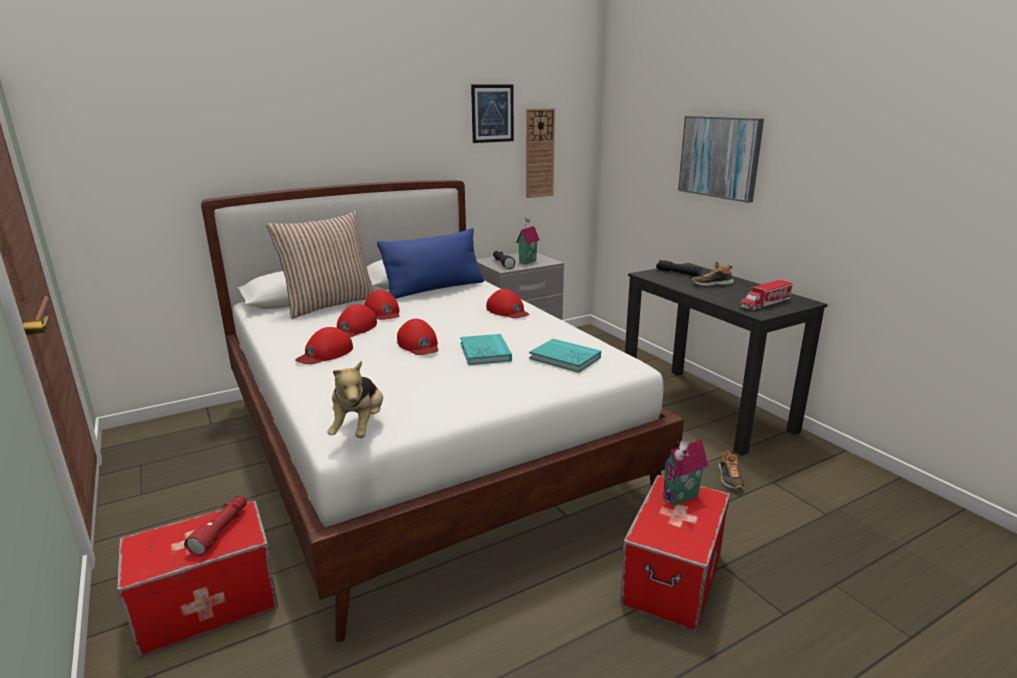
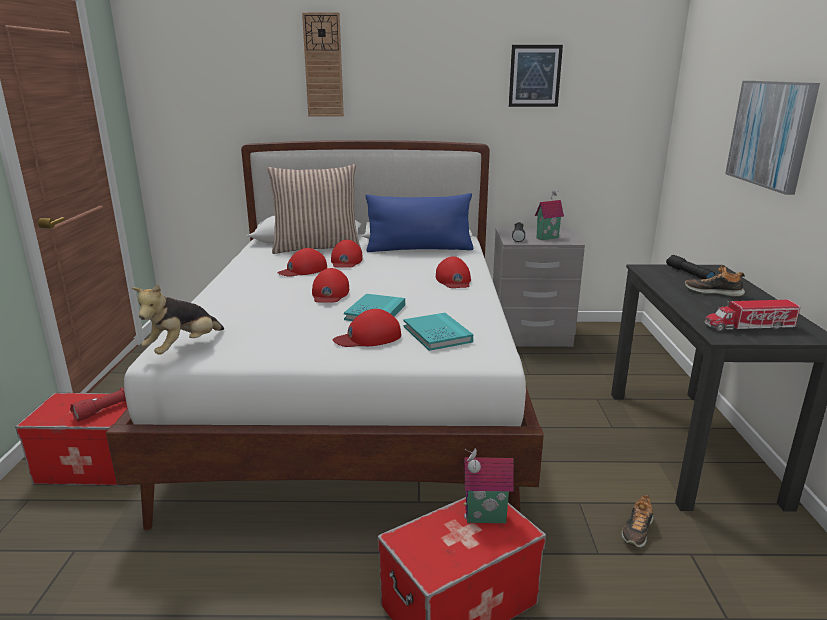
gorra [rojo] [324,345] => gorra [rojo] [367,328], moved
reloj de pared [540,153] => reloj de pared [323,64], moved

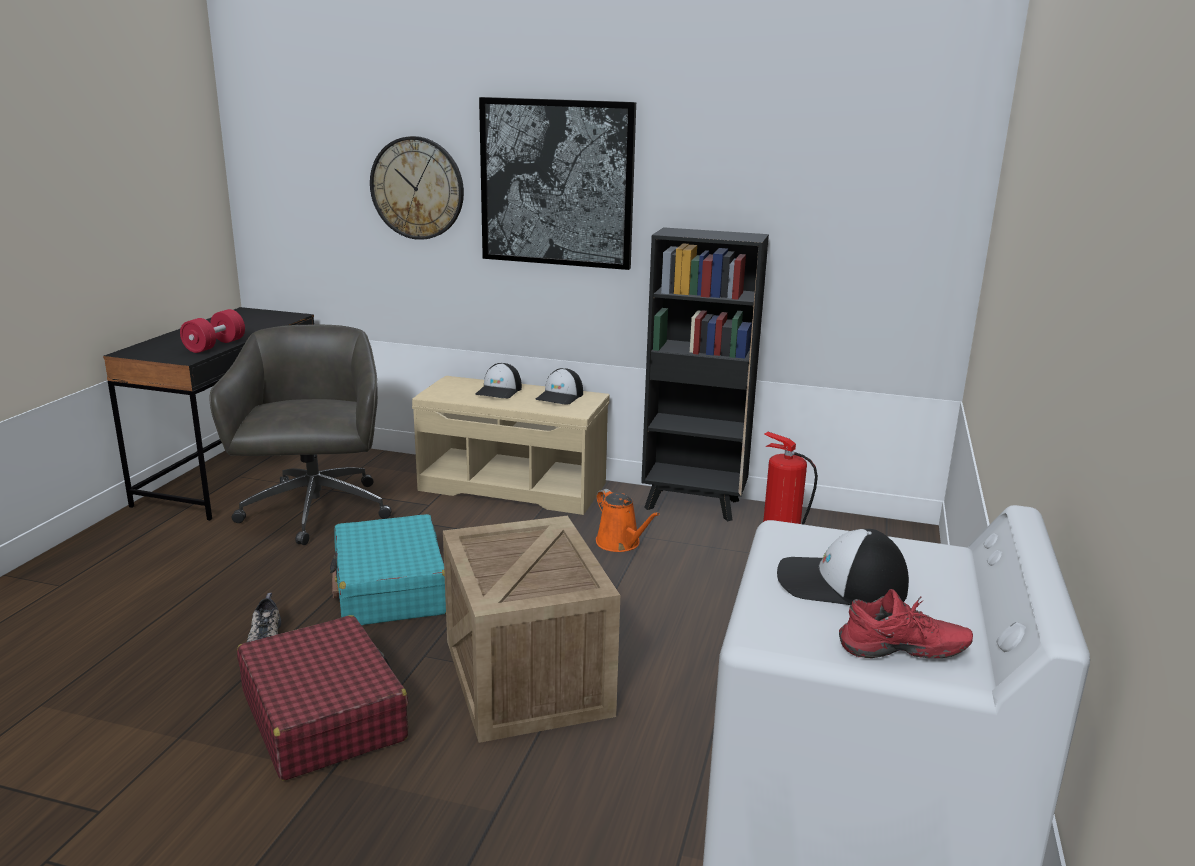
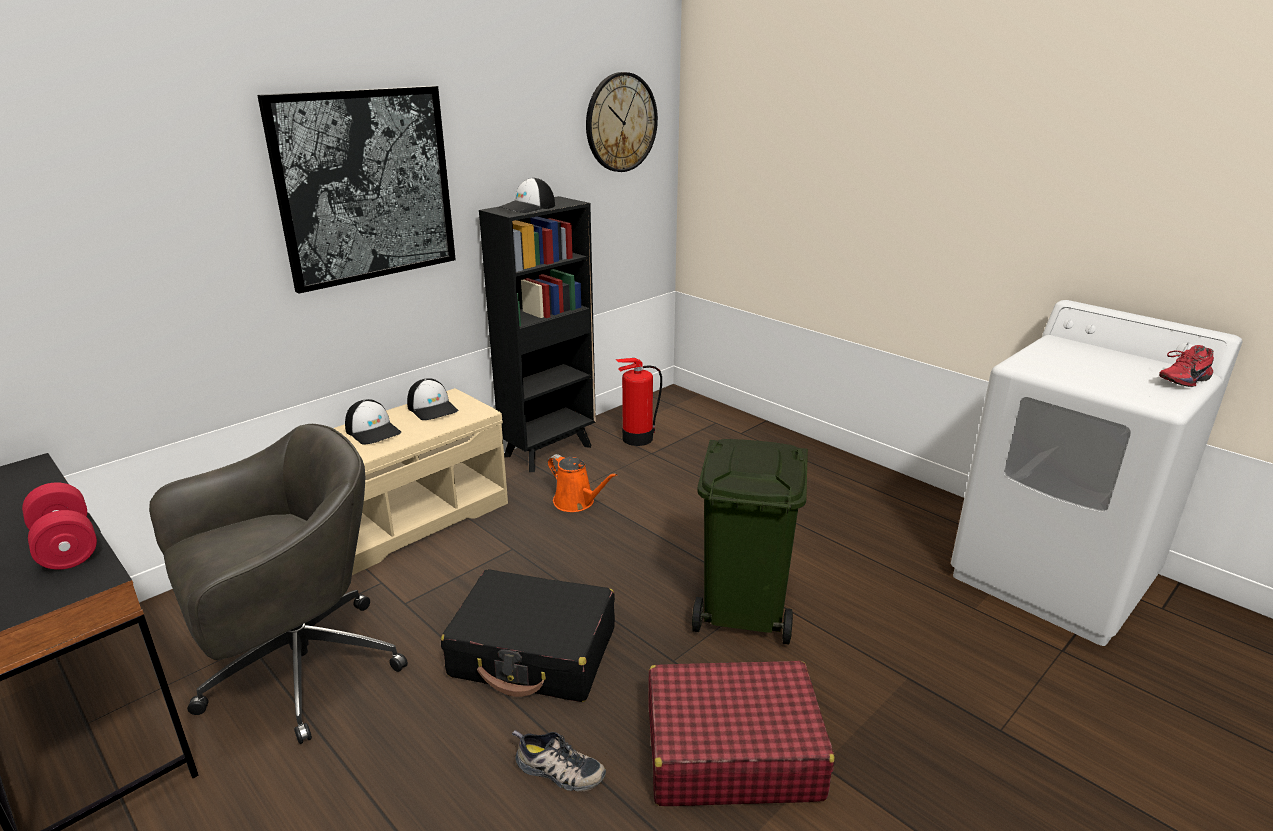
reloj de pared [417,188] => reloj de pared [622,122], moved
gorra [843,567] => gorra [527,195], moved
caja de embalaje [531,629] => papelera [verde] [750,541]
maleta [turquesa] [388,569] => maleta [negro] [528,635]
silla de oficina [gris] [300,435] => silla de oficina [gris] [278,584], 120 degrees clockwise
regadera [naranja] [628,520] => regadera [naranja] [582,483], 45 degrees clockwise
zapato [rojo] [906,623] => zapato [rojo] [1186,366], 150 degrees counterclockwise

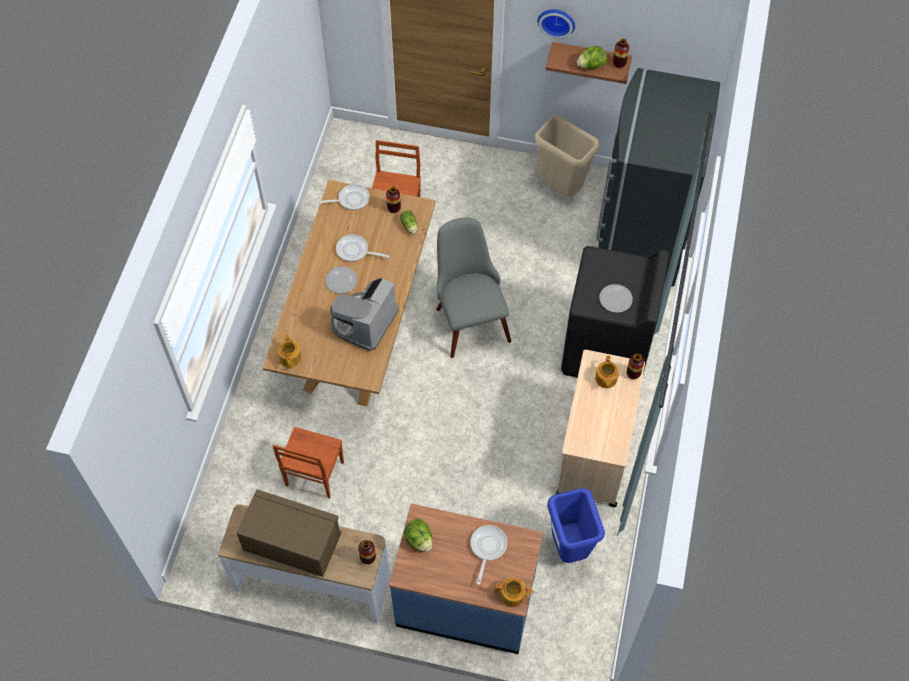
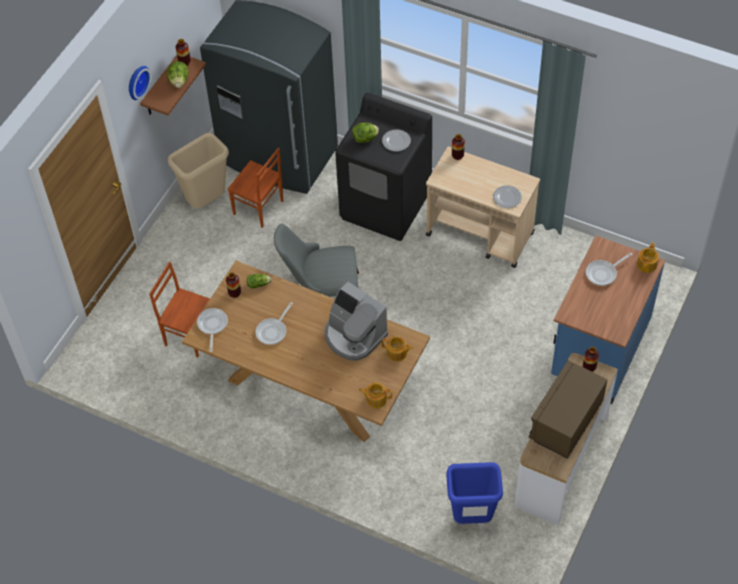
silla [marrón] [308,463] => silla [marrón] [255,187], moved
plato [341,280] => plato [507,196], moved
lechuga [418,535] => lechuga [365,133], moved
papelera [azul] [576,525] => papelera [azul] [474,493], moved
tetera [607,371] => tetera [397,349], moved
sartén [489,555] => sartén [609,269], 60 degrees counterclockwise

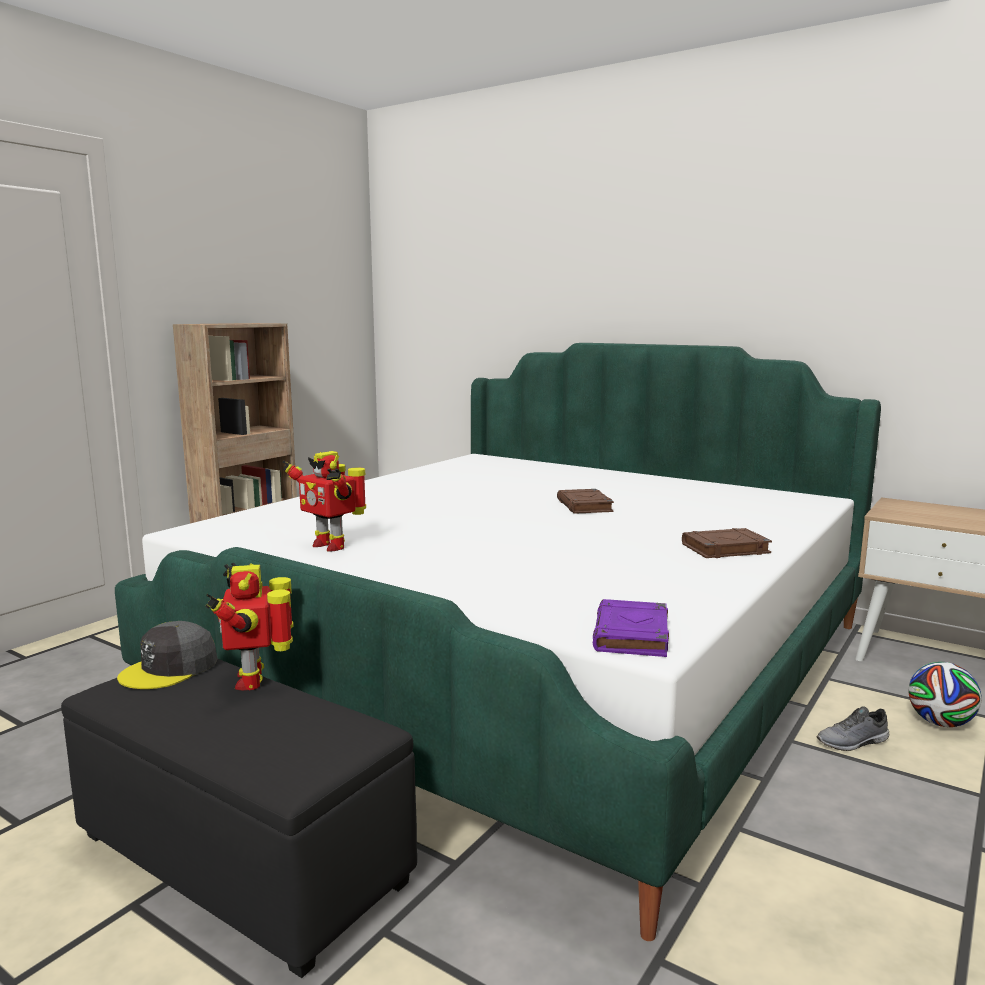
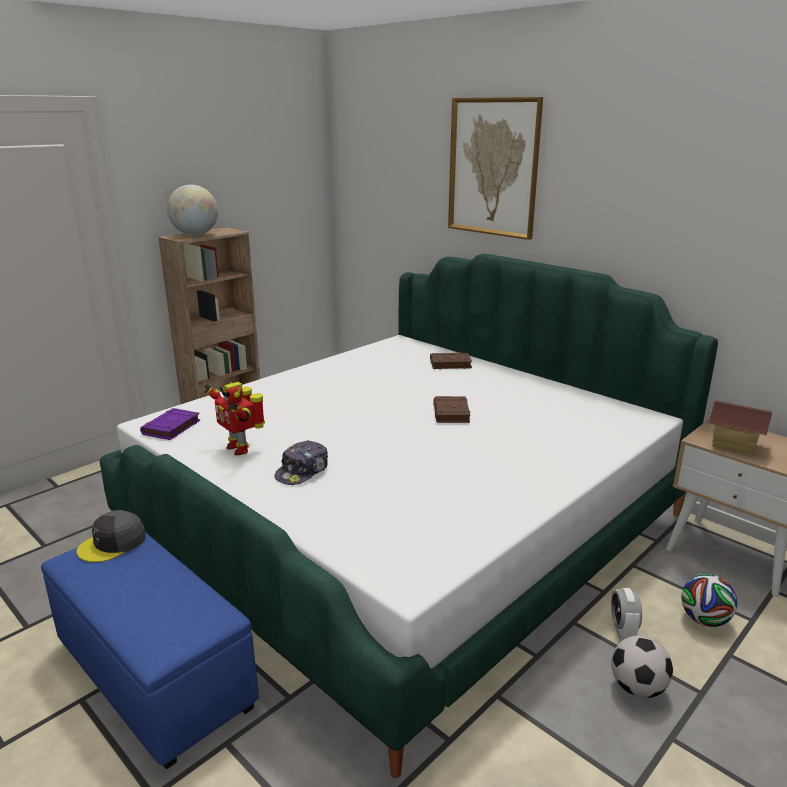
robot de juguete [250,627] => nothing
nothing => globo terráqueo [192,210]
nothing => gorra [301,462]
nothing => cuadro [495,168]
nothing => balón de fútbol [642,667]
nothing => casita [740,428]
libro [morado] [631,628] => libro [morado] [170,424], moved
libro [marrón] [727,543] => libro [marrón] [451,360], moved
zapato [gris] [852,728] => despertador [626,614]
puf [negro] [239,818] => puf [azul] [150,651]

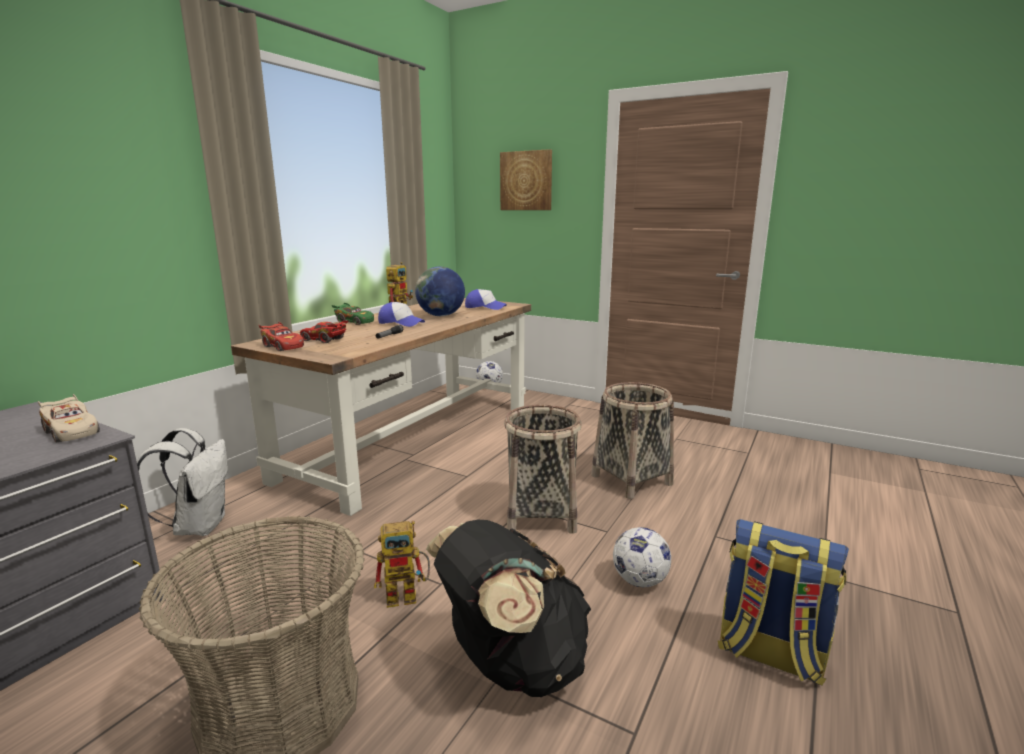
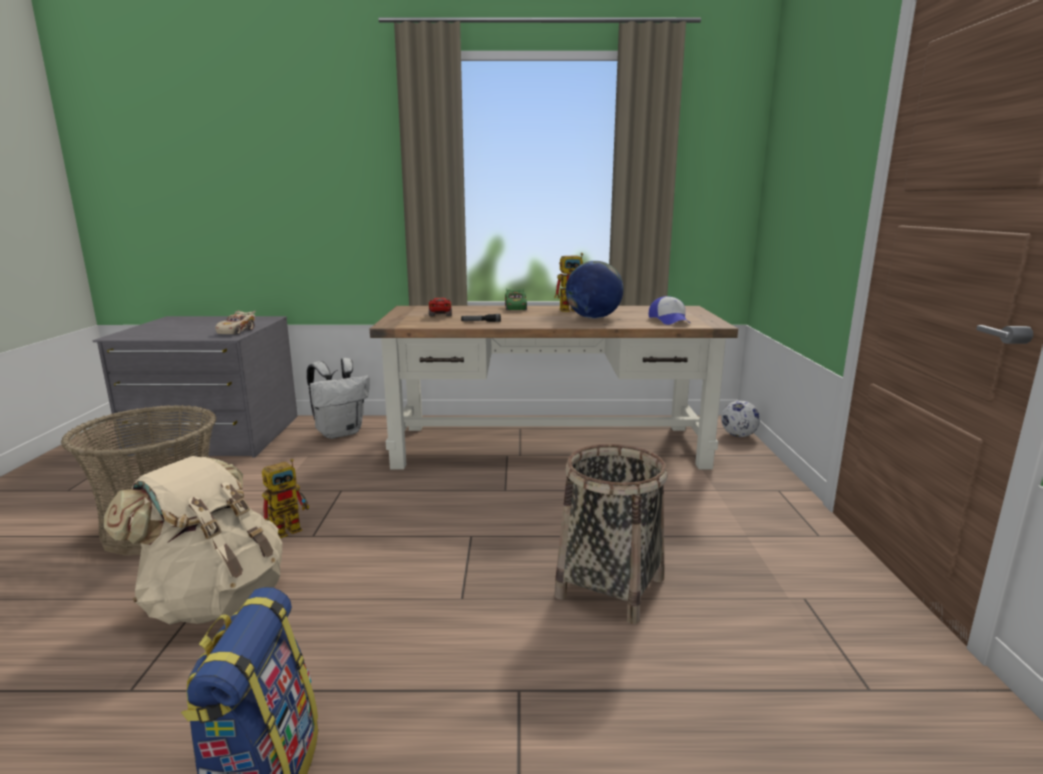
coche de juguete [rojo] [281,336] => nothing
gorra [401,314] => nothing
cuadro [526,179] => nothing
cesta [542,469] => nothing
balón de fútbol [642,557] => nothing
mochila [negro] [508,608] => mochila [beis] [192,540]
robot de juguete [402,564] => robot de juguete [285,498], 90 degrees counterclockwise

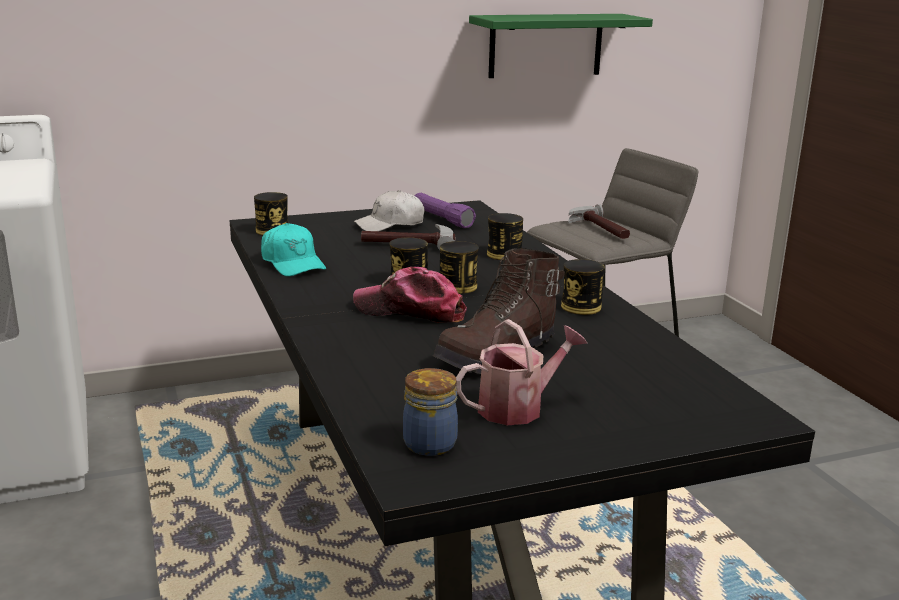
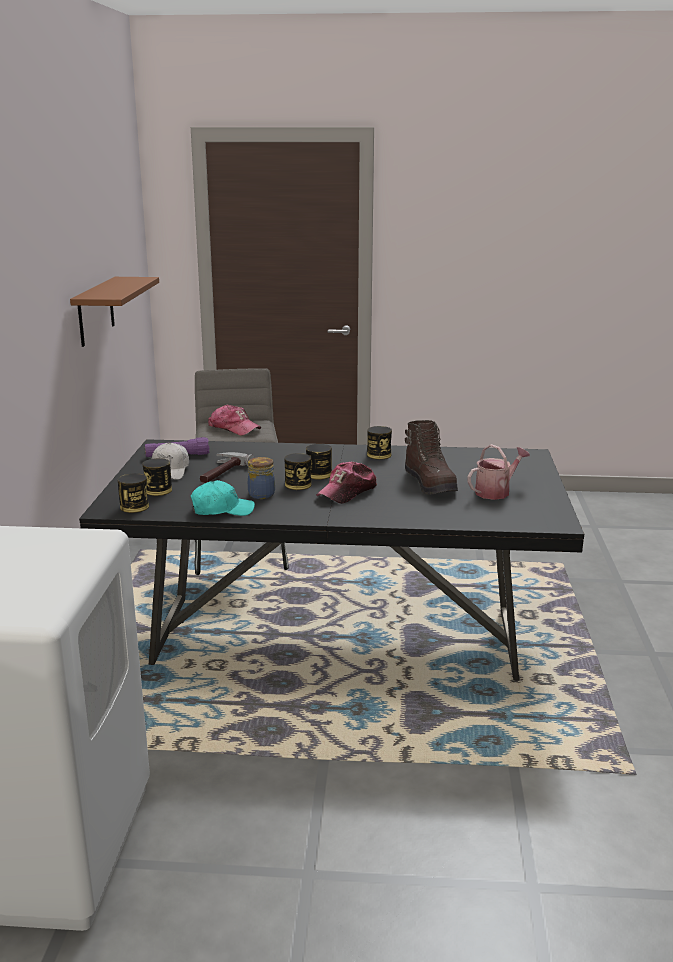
tarro [430,412] => tarro [261,478], moved
lata [505,236] => lata [157,477], moved
martillo [599,221] => gorra [234,420]
estante [verde] [561,46] => estante [marrón] [114,312]
regadera [522,372] => regadera [499,472], 60 degrees clockwise

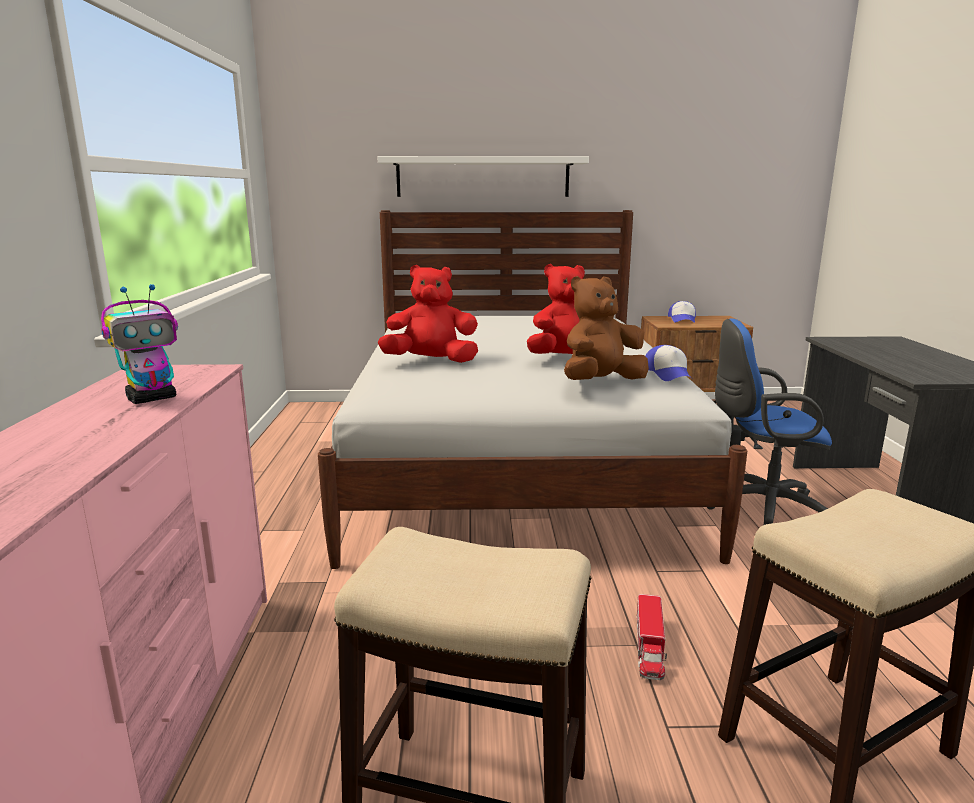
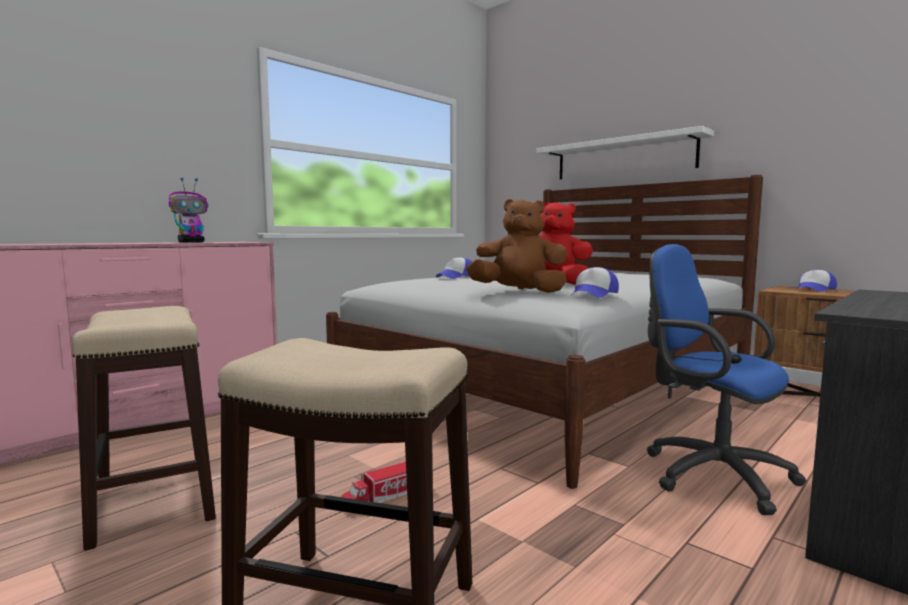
peluche [rojo] [428,314] => gorra [454,268]
robot de juguete [139,344] => robot de juguete [188,210], 45 degrees counterclockwise

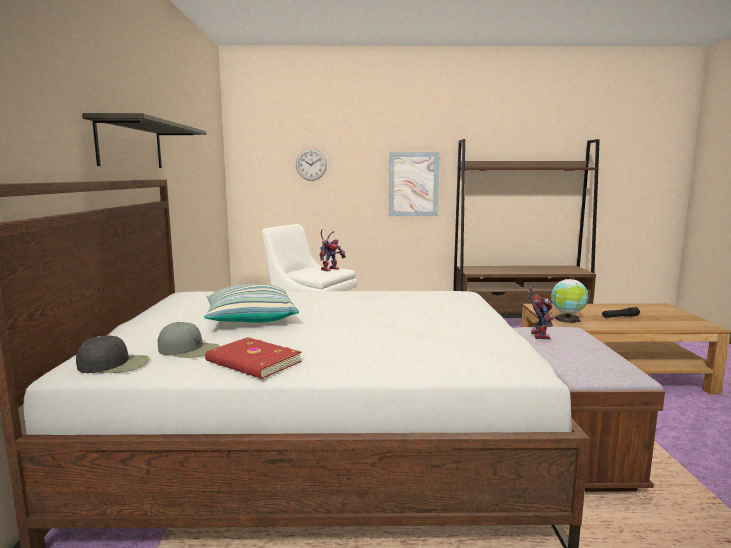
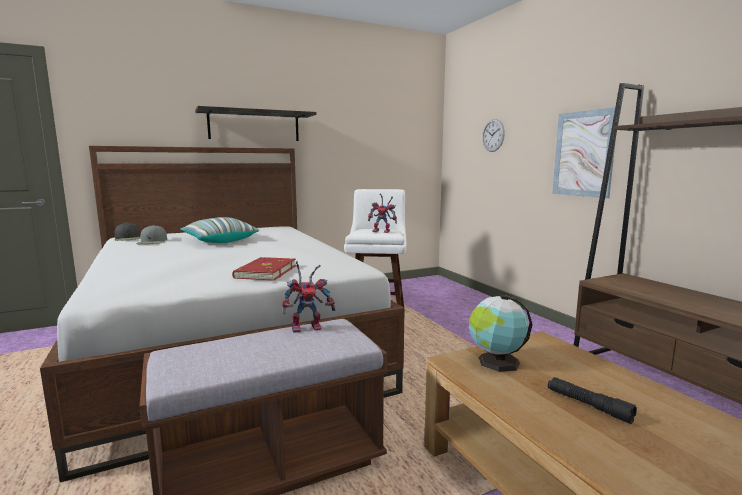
libro [rojo] [253,358] => libro [rojo] [264,269], moved

